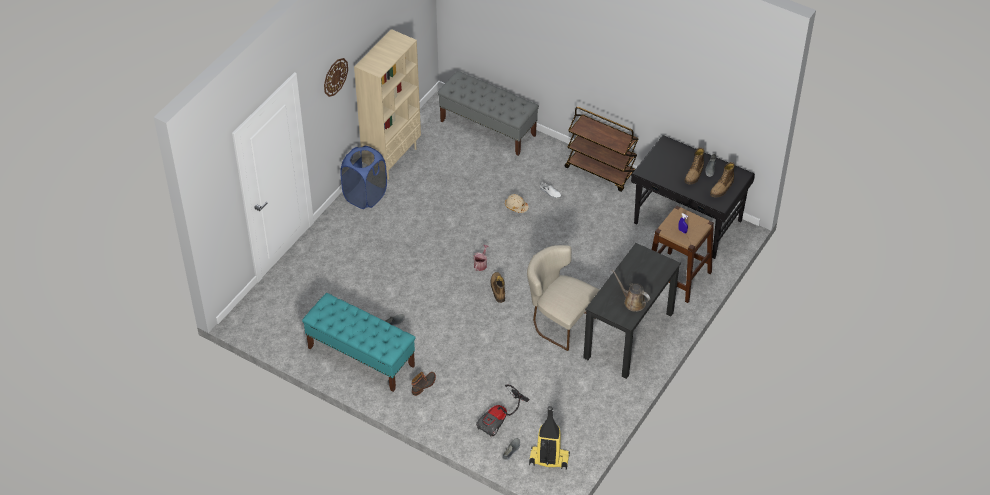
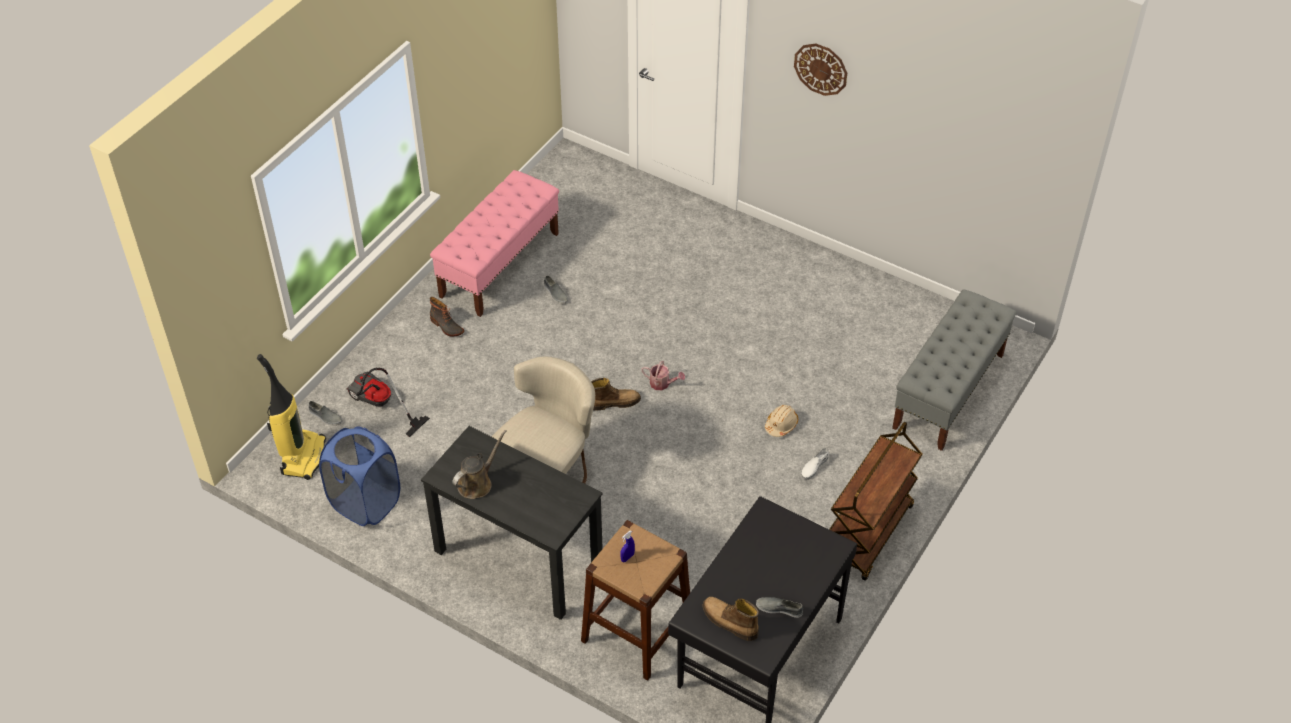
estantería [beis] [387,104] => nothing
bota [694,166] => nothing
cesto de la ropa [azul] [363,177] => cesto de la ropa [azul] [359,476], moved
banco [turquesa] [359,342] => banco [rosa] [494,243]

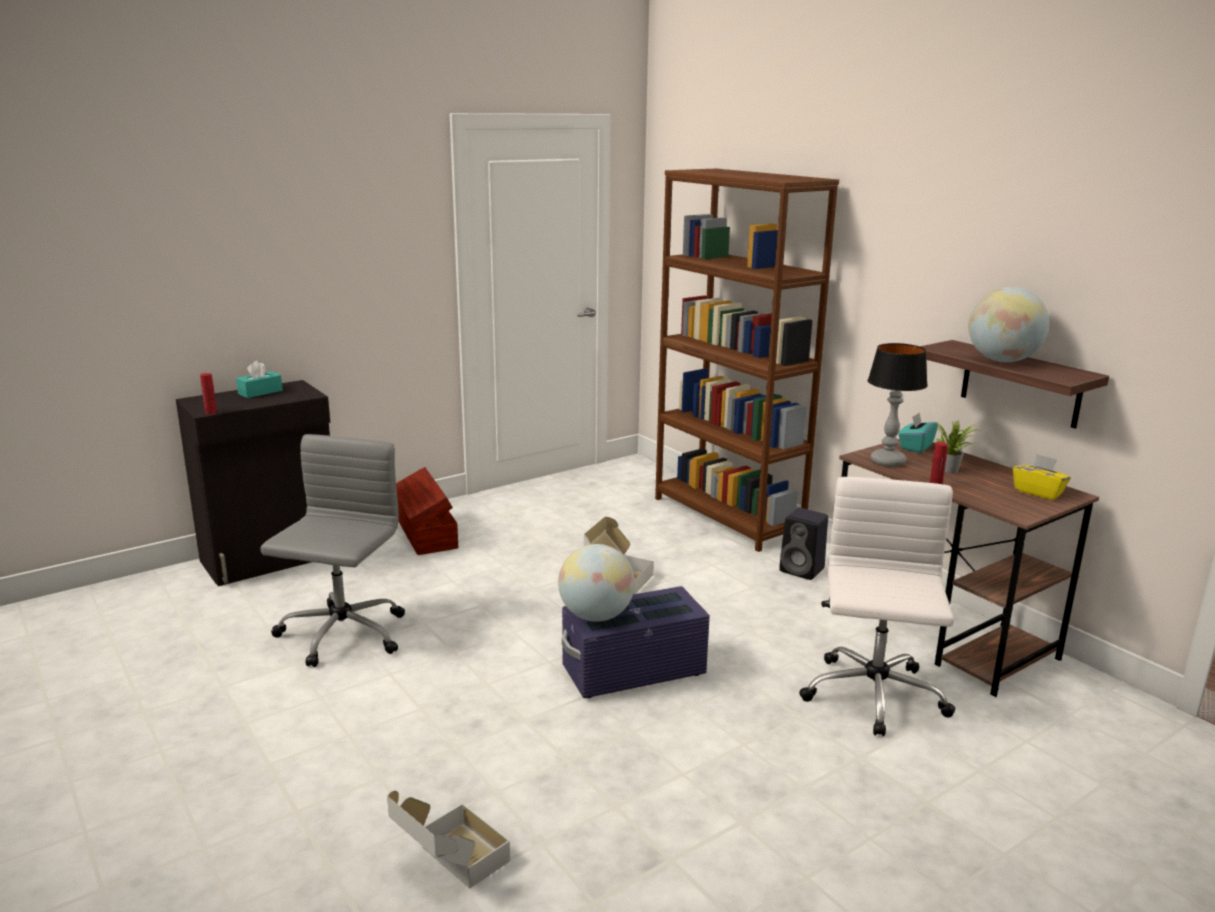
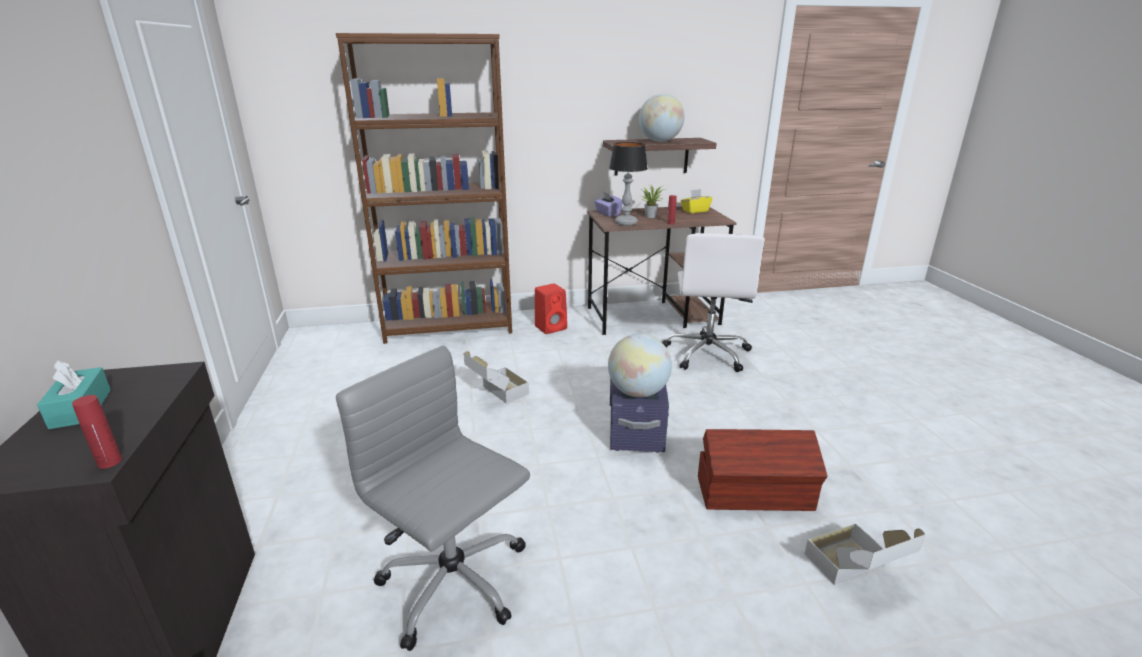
caja de almacenaje [marrón] [427,511] => caja de almacenaje [marrón] [762,470], moved
altavoz [negro] [803,544] => altavoz [rojo] [551,309]
caja de pañuelos [turquesa] [918,432] => caja de pañuelos [morado] [608,204]
silla de oficina [blanco] [877,606] => silla de oficina [blanco] [713,302], 120 degrees counterclockwise

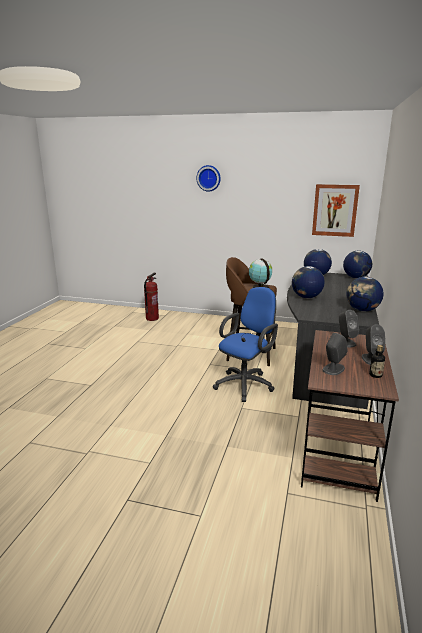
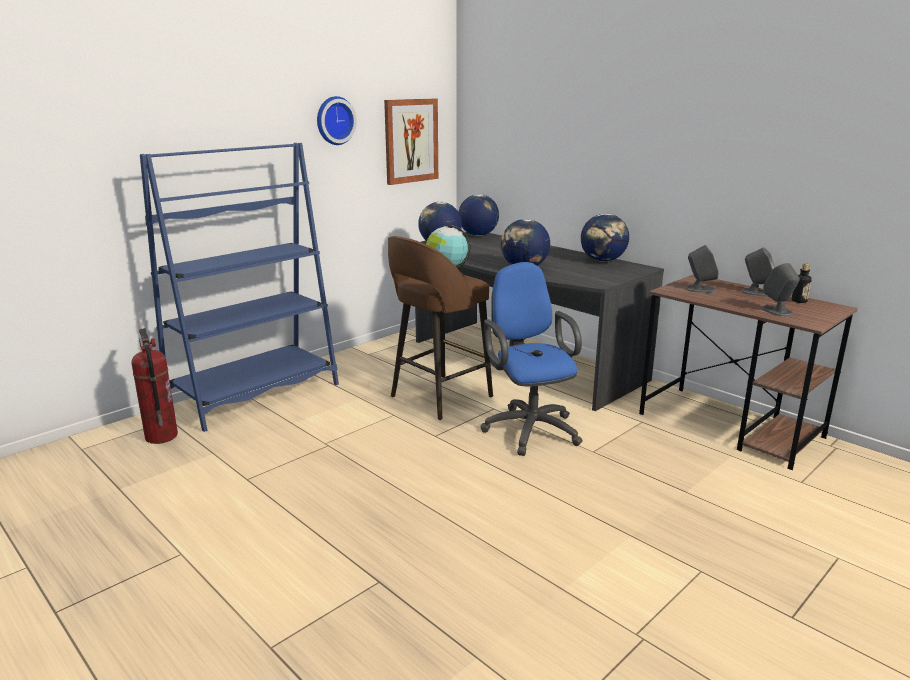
nothing => estantería [azul] [239,287]
reloj de pared [208,178] => reloj de pared [337,120], moved

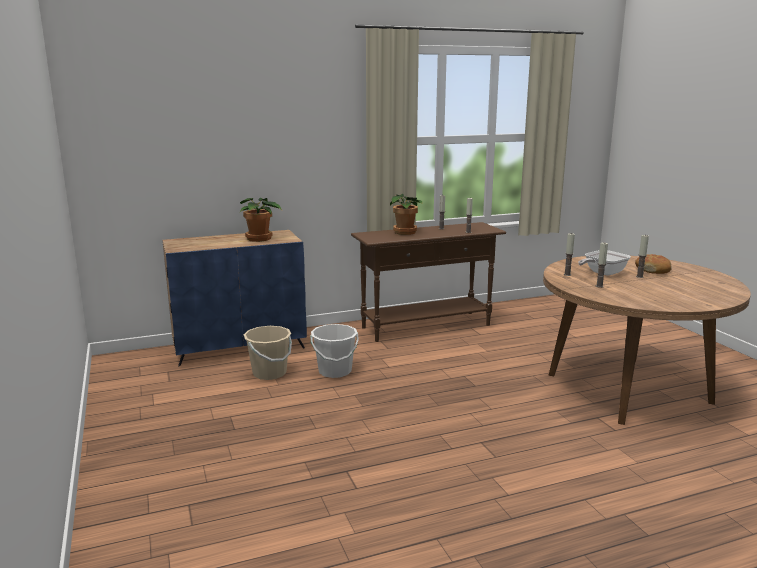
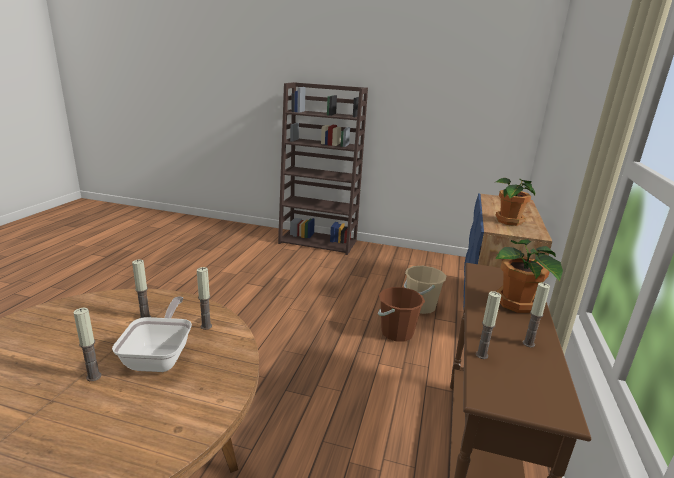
pan [653,264] => nothing
nothing => estantería [marrón] [323,168]
cubo [blanco] [334,351] => cubo [marrón] [401,314]

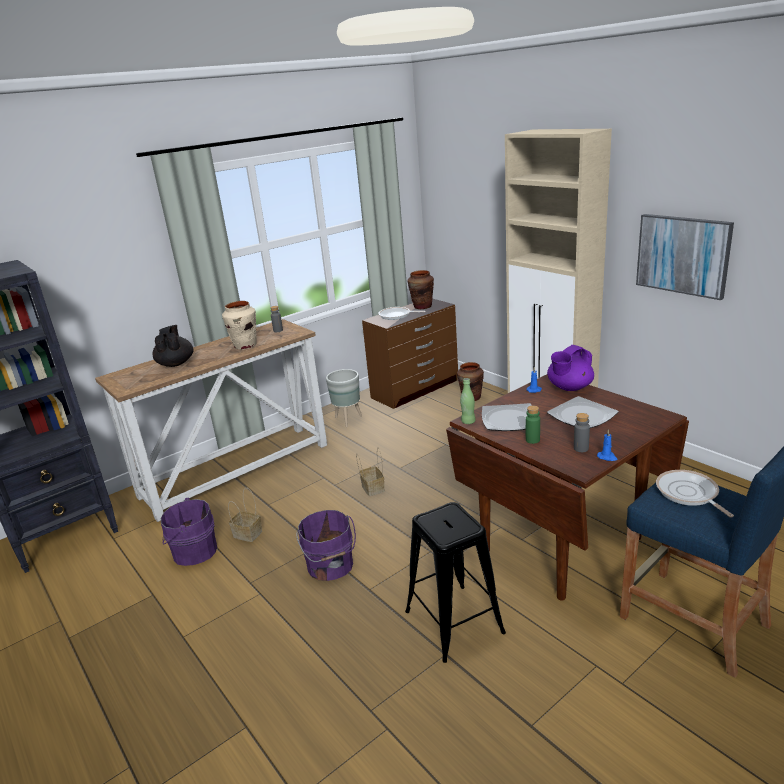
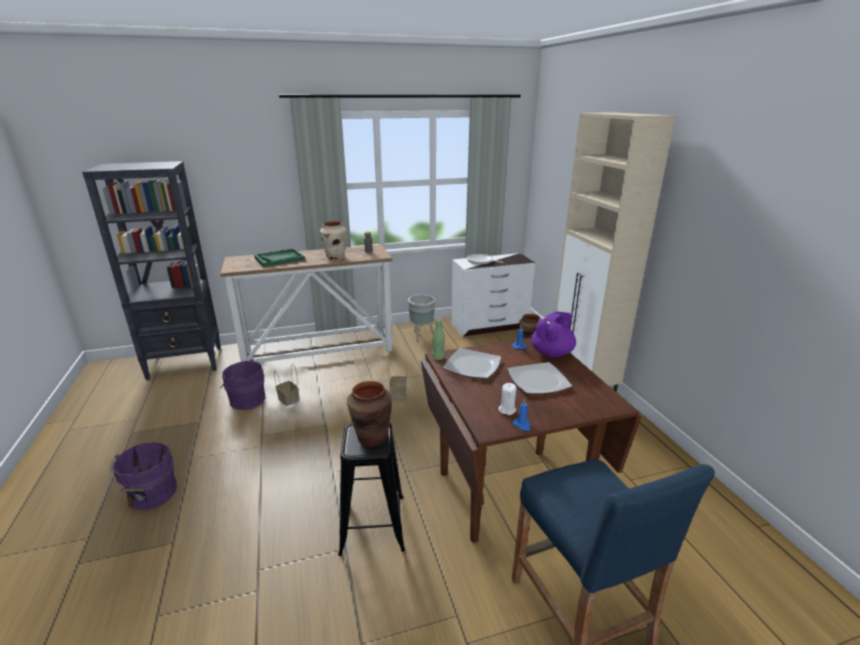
botella [verde] [533,425] => nothing
cuadro [685,257] => nothing
sartén [695,493] => nothing
cubo [morado] [326,545] => cubo [morado] [143,476], moved
florero [marrón] [421,289] => florero [marrón] [369,414], moved
tetera [negro] [173,346] => bandeja [verde] [279,257]
botella [gris] [582,432] => vela [blanco] [507,399]
cómoda [marrón] [410,353] => cómoda [blanco] [493,295]
tetera [morado] [570,368] => tetera [morado] [553,334], 150 degrees clockwise

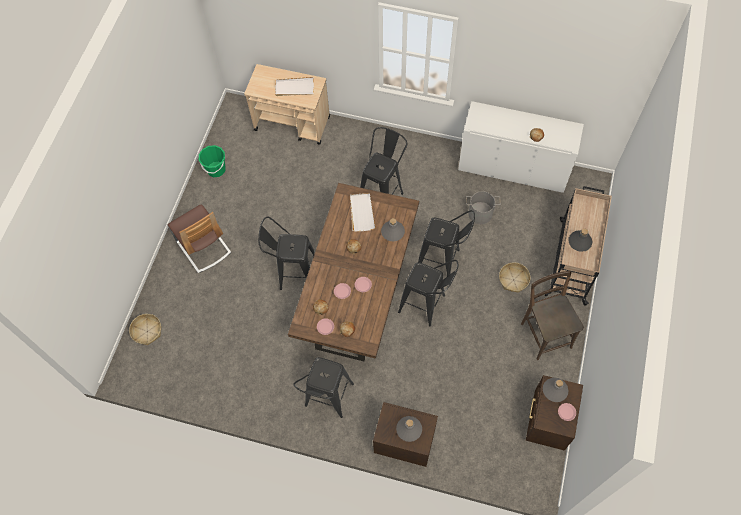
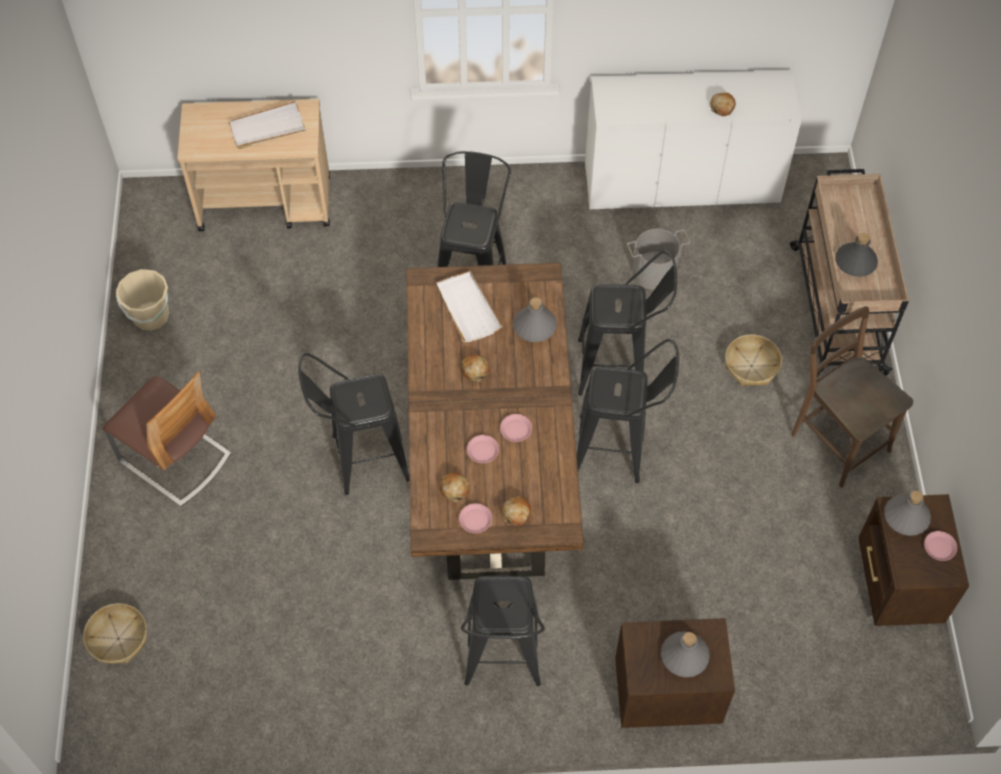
cubo [verde] [212,161] => cubo [beis] [142,300]

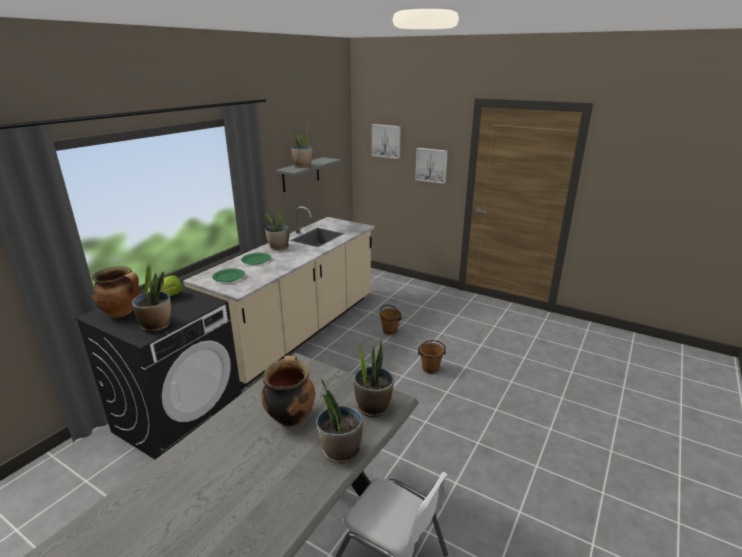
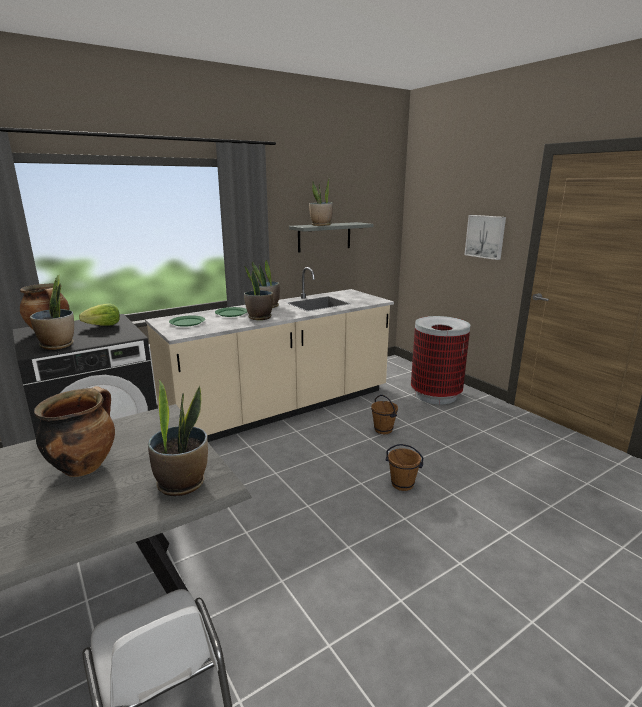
cuadro [386,141] => nothing
nothing => papelera [440,360]
planta en maceta [339,421] => planta en maceta [258,293], moved

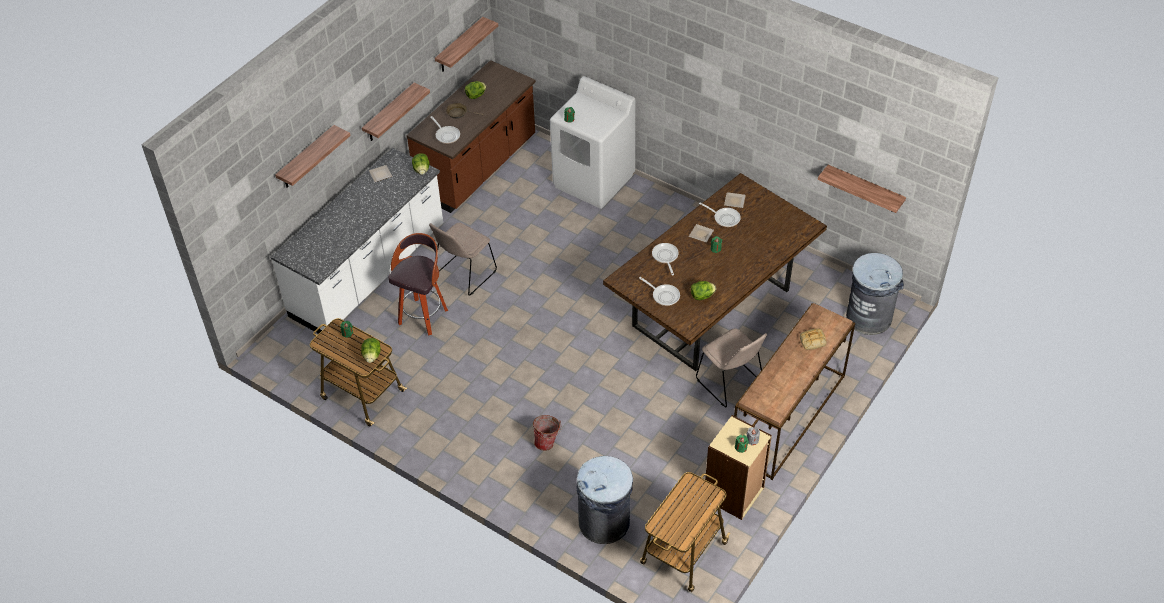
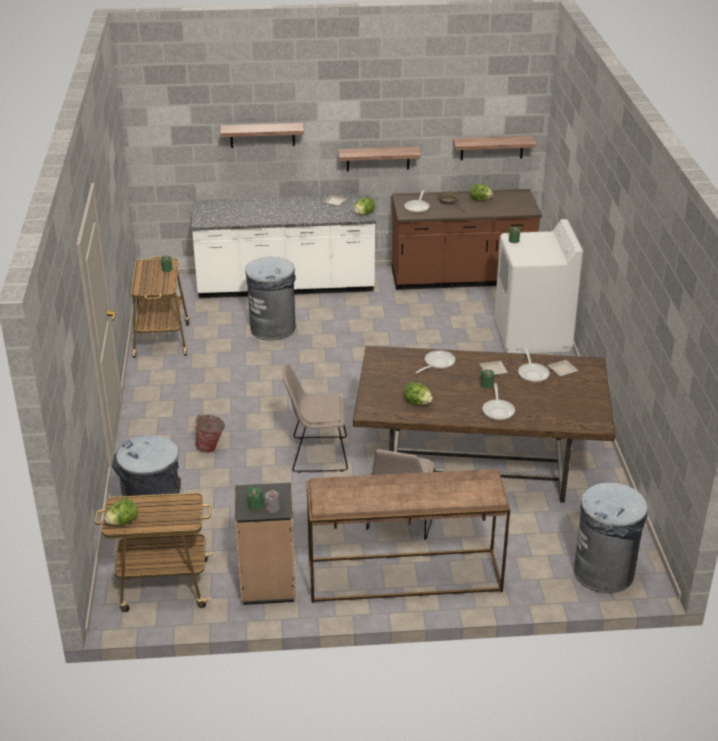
pan [813,339] => nothing
estante [862,189] => nothing
lechuga [371,350] => lechuga [121,512], moved
silla [beis] [463,259] => silla [beis] [315,418], moved
sartén [659,291] => sartén [499,401], moved
taburete [418,284] => papelera [gris] [270,299]
estantería [beis] [738,467] => estantería [negro] [265,543]

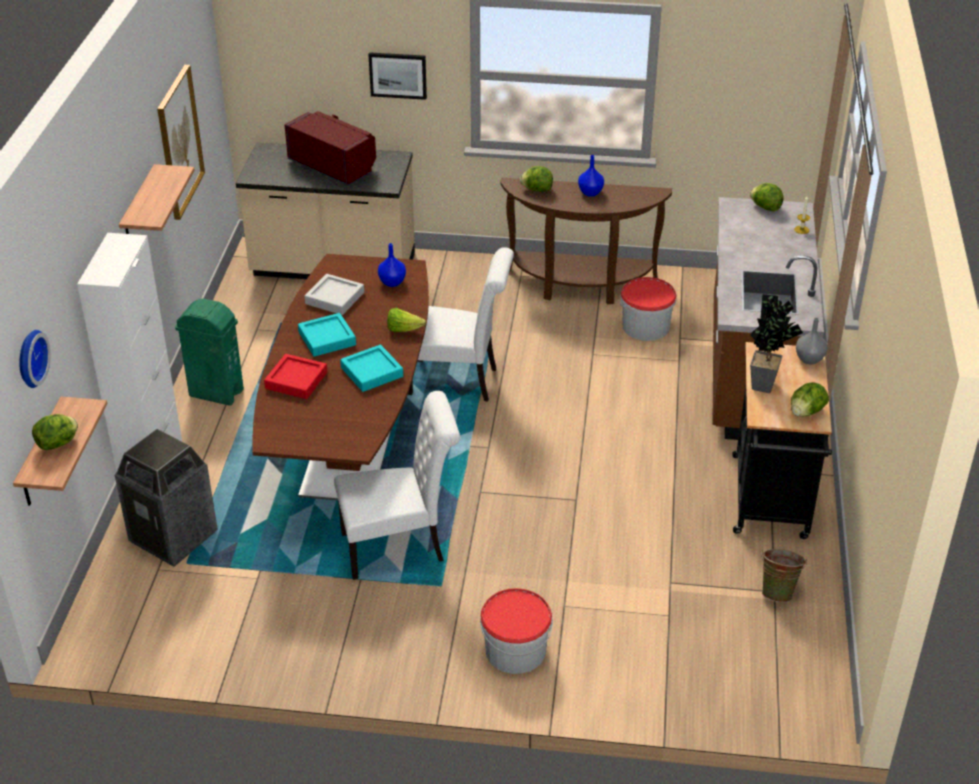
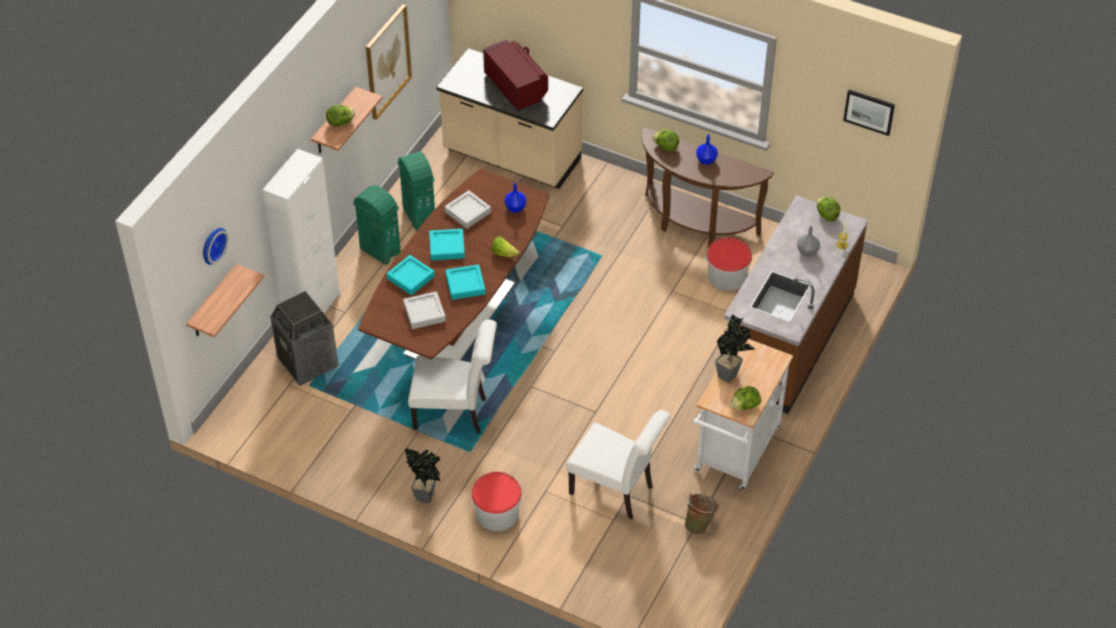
nothing => papelera [verde] [416,191]
nothing => bandeja [gris] [424,310]
nothing => planta en maceta [423,476]
lechuga [55,432] => lechuga [340,115], moved
cuadro [397,76] => cuadro [869,113], moved
silla [blanco] [461,324] => silla [blanco] [618,465], moved
florero [gris] [811,341] => florero [gris] [808,241], moved
bandeja [rojo] [295,376] => bandeja [turquesa] [411,275]
carrito [negro] [782,440] => carrito [blanco] [743,414]

